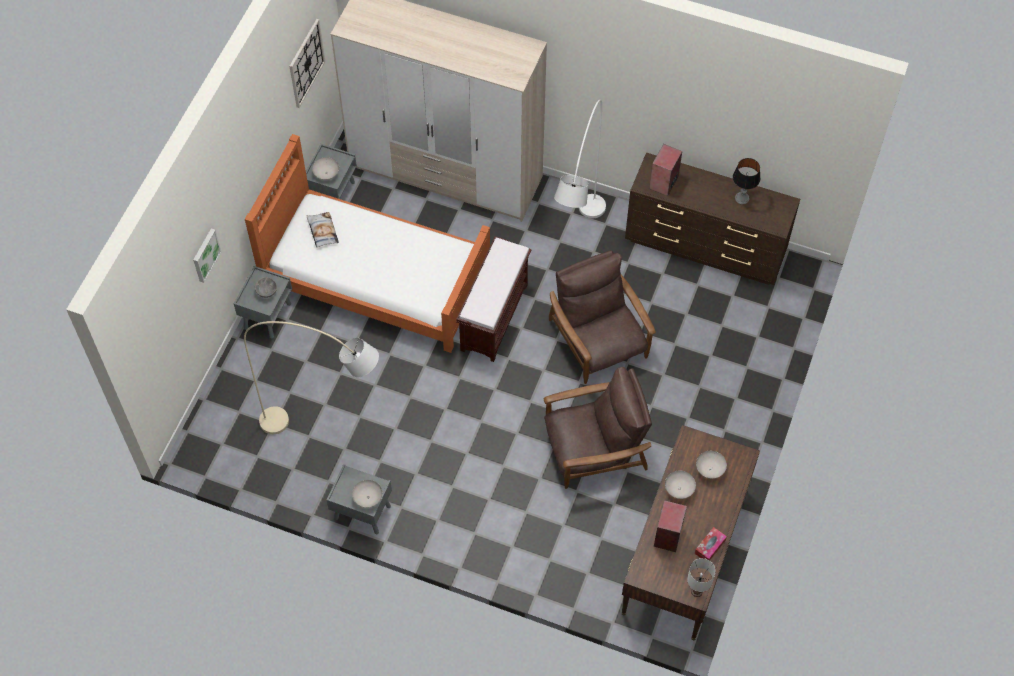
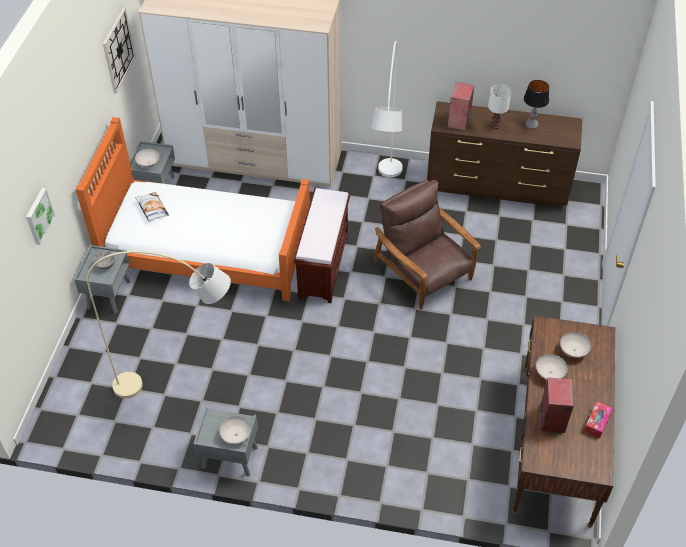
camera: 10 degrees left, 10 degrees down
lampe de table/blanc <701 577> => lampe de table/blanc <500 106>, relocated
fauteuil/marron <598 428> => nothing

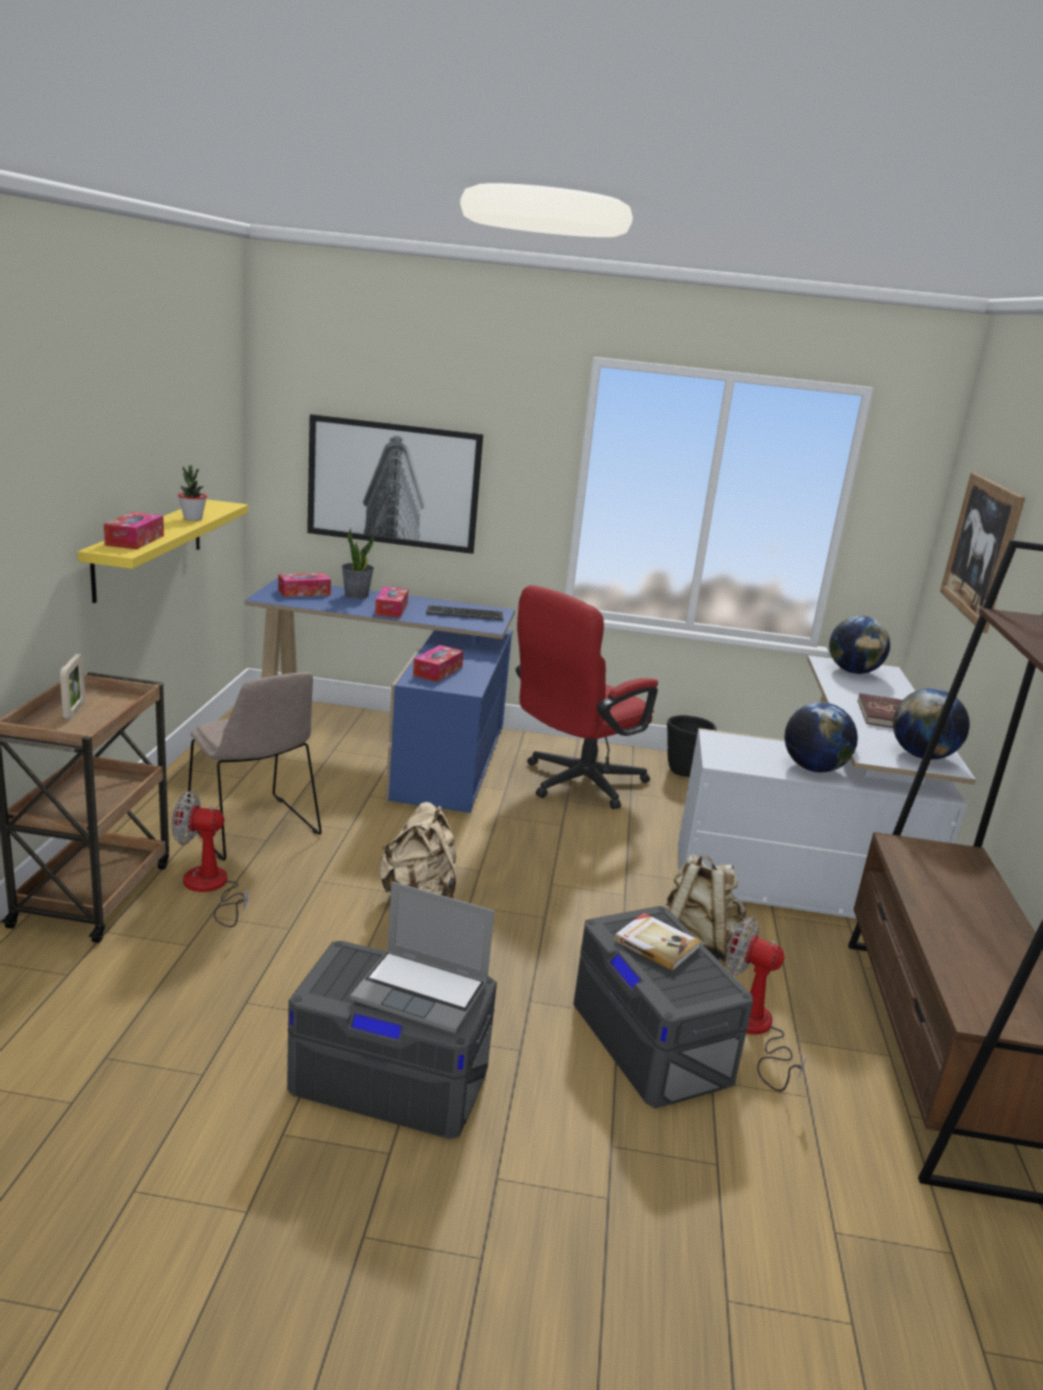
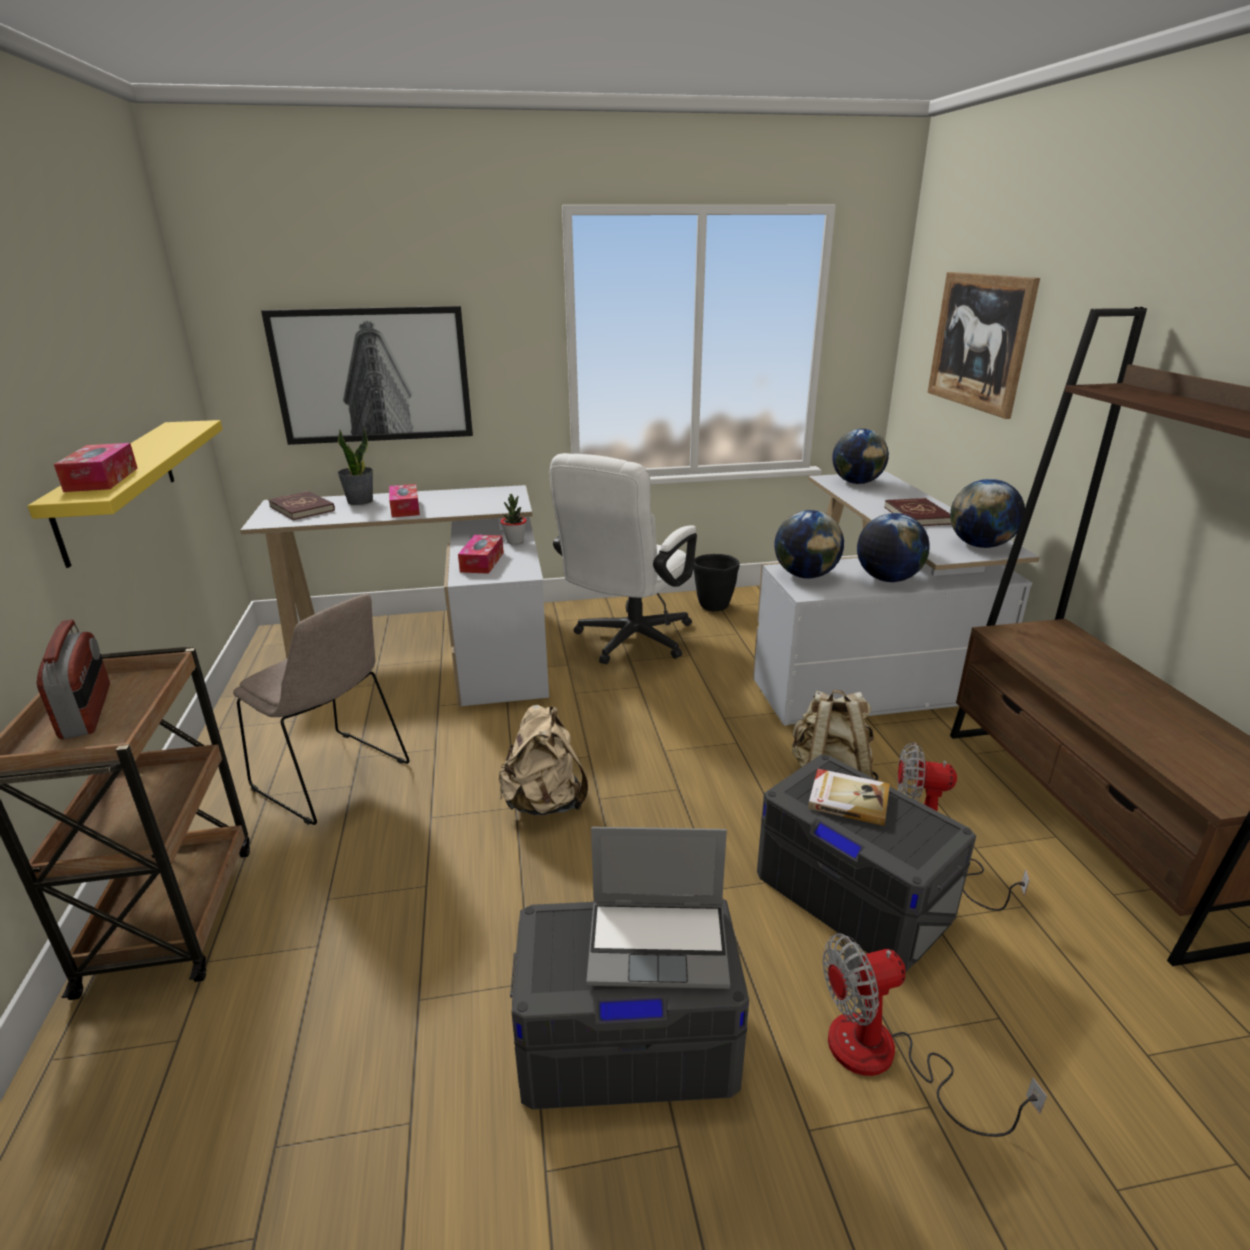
camera: 15 degrees left, 5 degrees up
cadre photo <72 687> => radio <73 679>
bureau/bleu <379 695> => bureau/blanc <394 596>
boîte à mouchoirs <304 585> => livre/rouge <301 505>
plante en pot <192 493> => plante en pot <514 519>, relocated
chaise de bureau/rouge <587 697> => chaise de bureau/blanc <623 558>
nothing => globe <809 544>
ventilateur <210 859> => ventilateur <935 1035>, relocated
clavier <464 613> => nothing

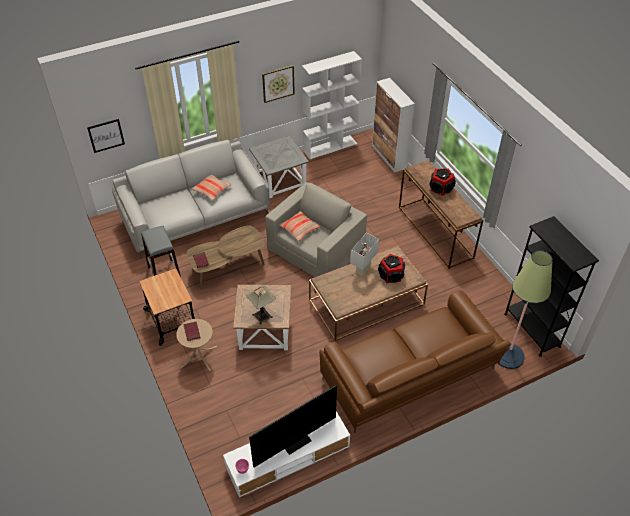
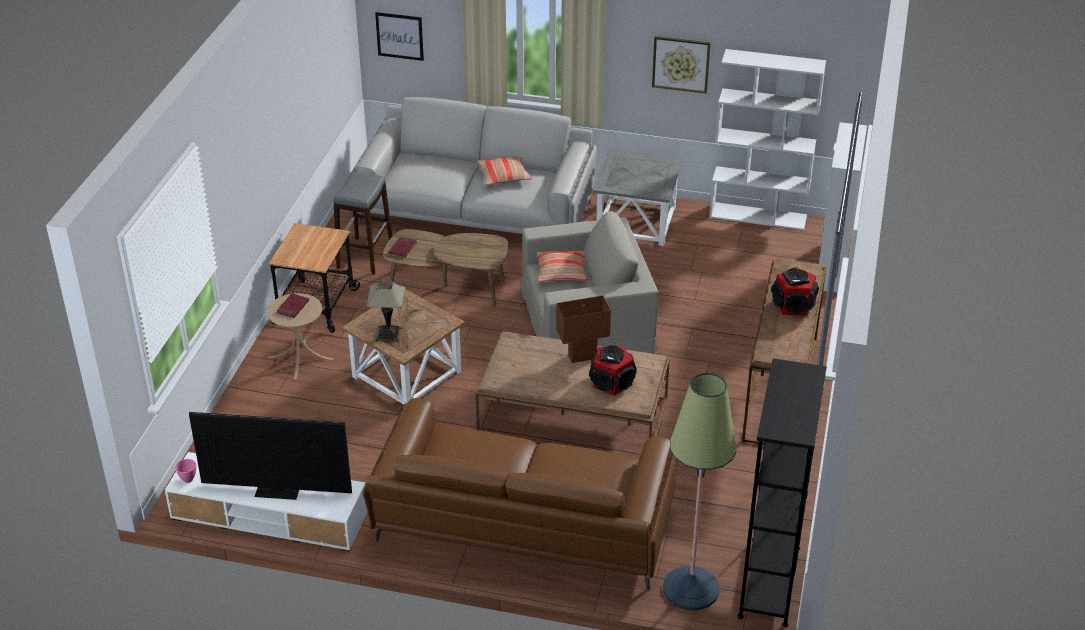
camera: 40 degrees right, 10 degrees down
lampe de table/blanc <364 254> => lampe de table/marron <583 329>

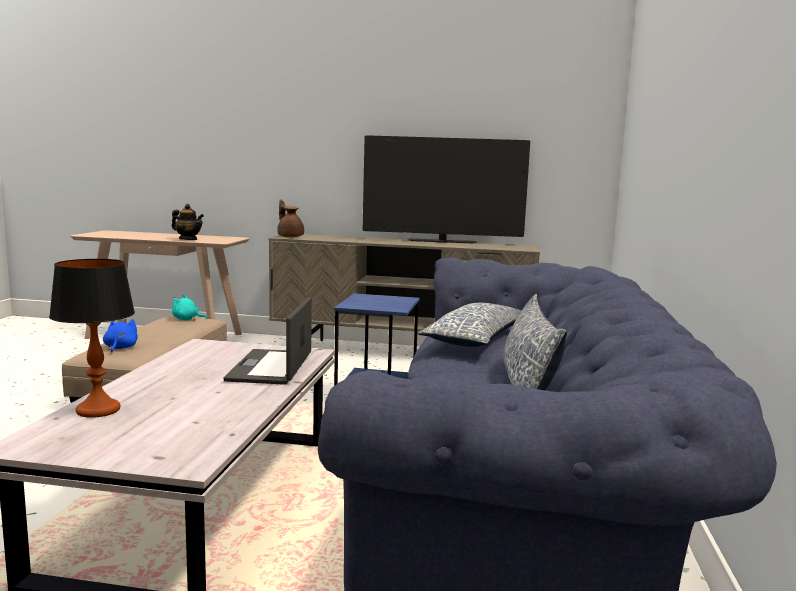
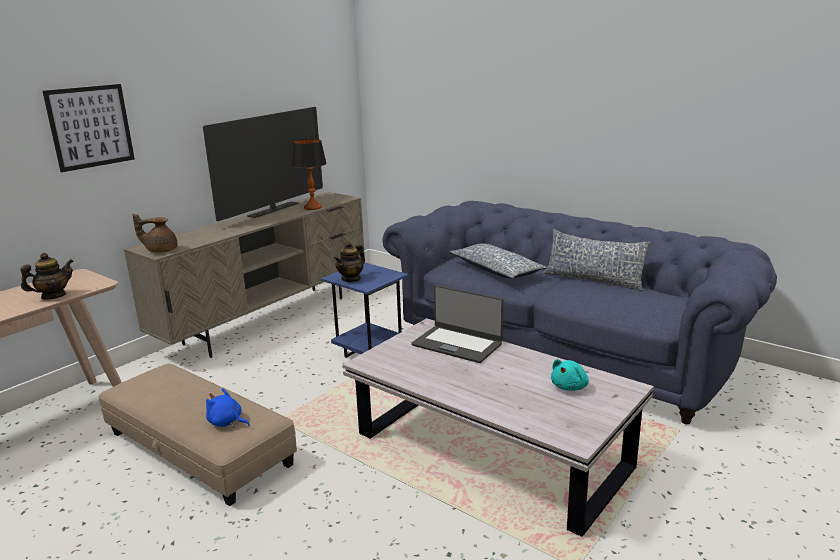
camera: 60 degrees left, 10 degrees up
nothing => tableau <88 128>
lampe de table <92 338> => lampe de table <309 174>, relocated
nothing => théière <349 262>
peluche/turquoise <189 307> => peluche/turquoise <570 375>, relocated

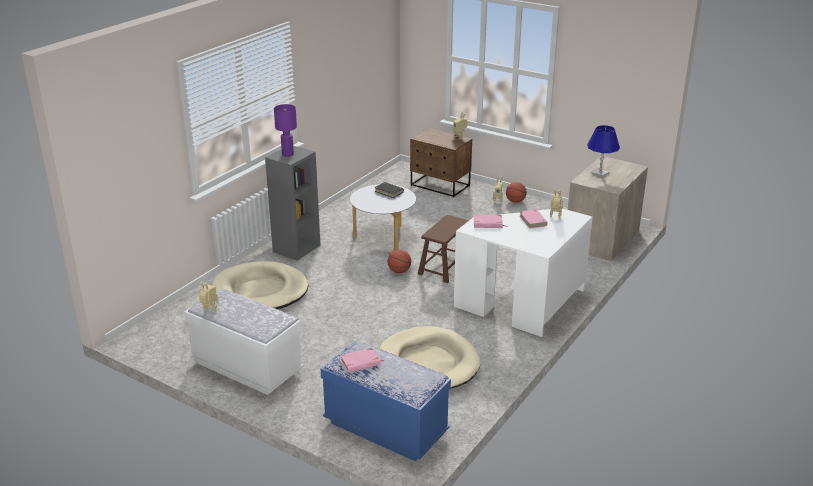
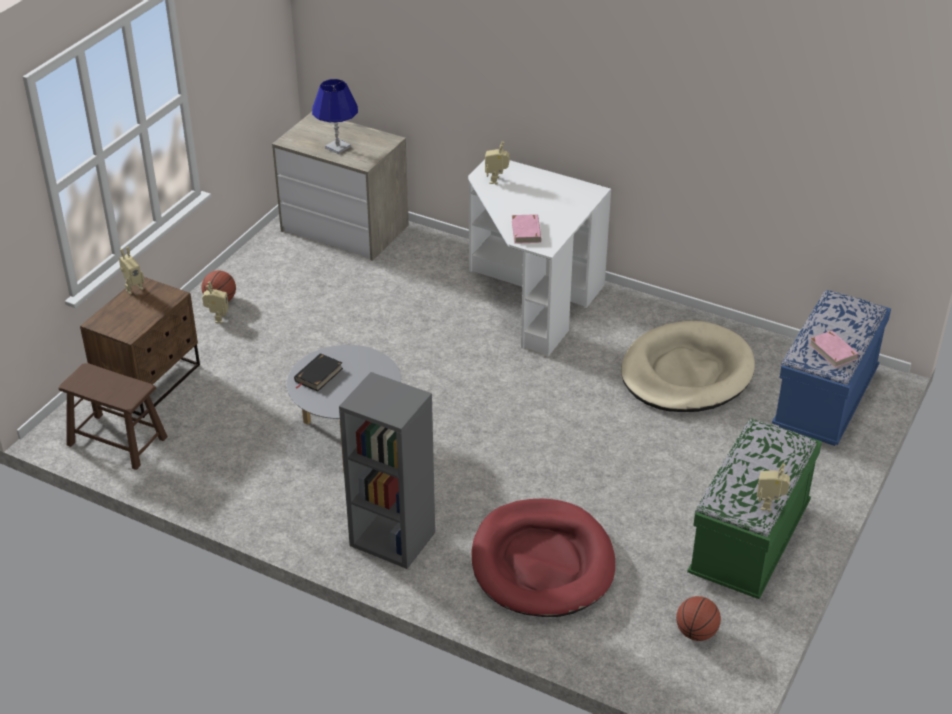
camera: 95 degrees left, 10 degrees up
tabouret/marron <443 249> => tabouret/marron <113 416>, relocated
panier pour chien/beige <260 285> => panier pour chien/rouge <543 558>
ballon de basket <399 261> => ballon de basket <698 618>, relocated
banc/blanc <244 342> => banc/vert <754 508>
lampe de table/violet <285 130> => nothing
livre/rose <533 219> => nothing

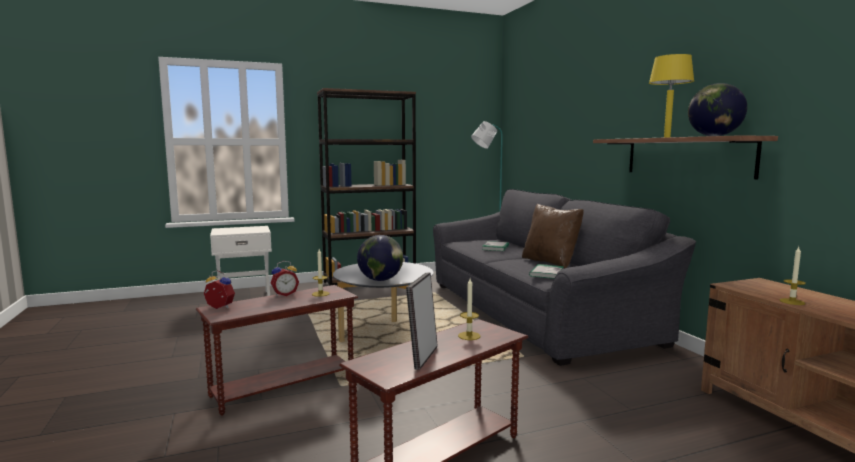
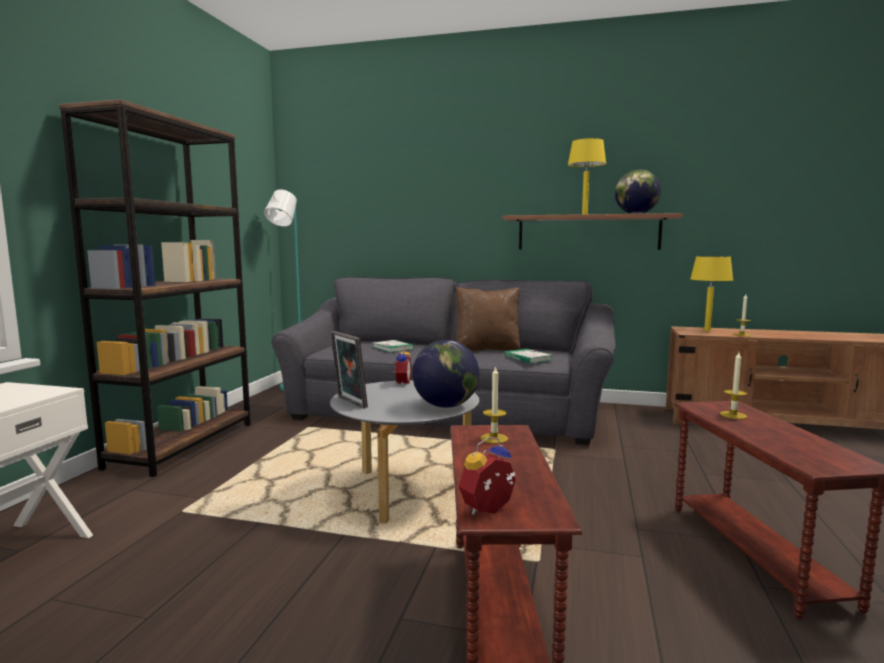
camera: 55 degrees left, 0 degrees up
cadre photo <422 321> => cadre photo <349 370>, relocated
réveil <285 278> => réveil <401 366>, relocated
nothing => lampe de table/jaune <711 293>

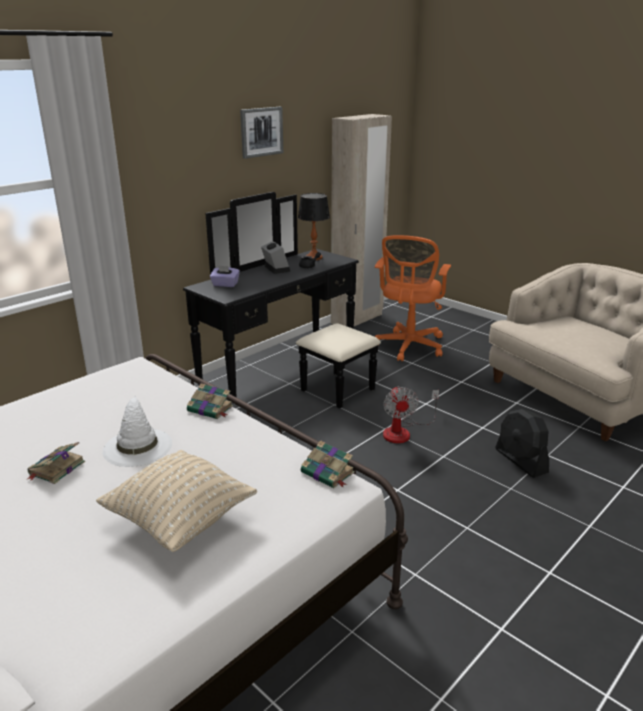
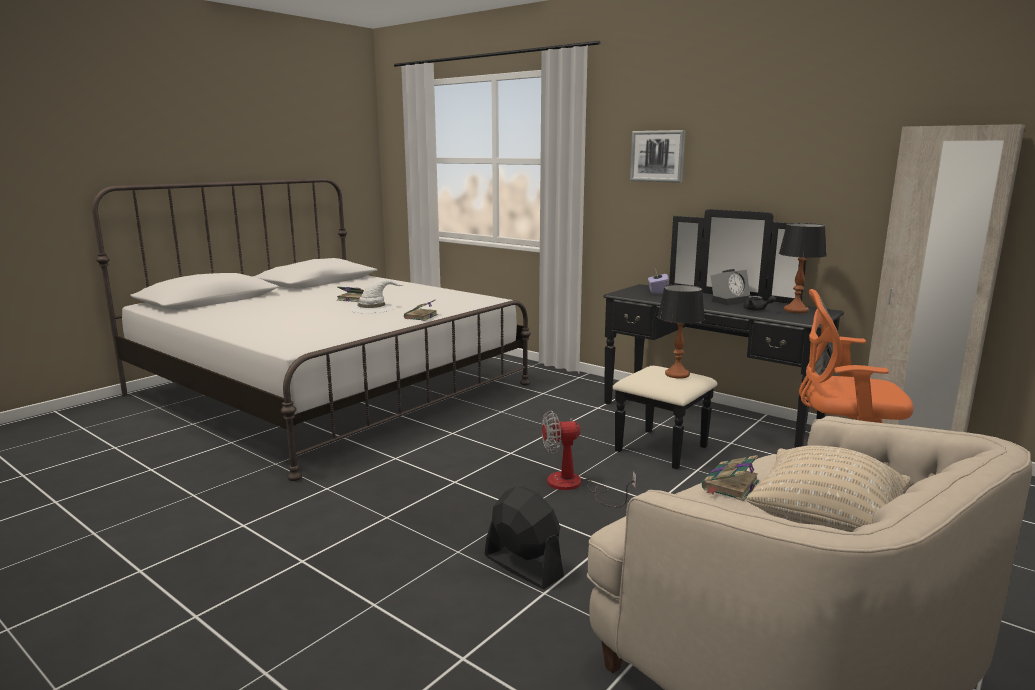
camera: 85 degrees right, 10 degrees down
ventilateur/noir <522 443> => ventilateur/noir <524 537>, 75 degrees clockwise
tableau <261 133> => tableau <657 156>, relocated
nothing => lampe de table <681 331>
livre <327 464> => livre <730 478>, relocated
coussin/beige <176 501> => coussin/beige <828 489>, relocated

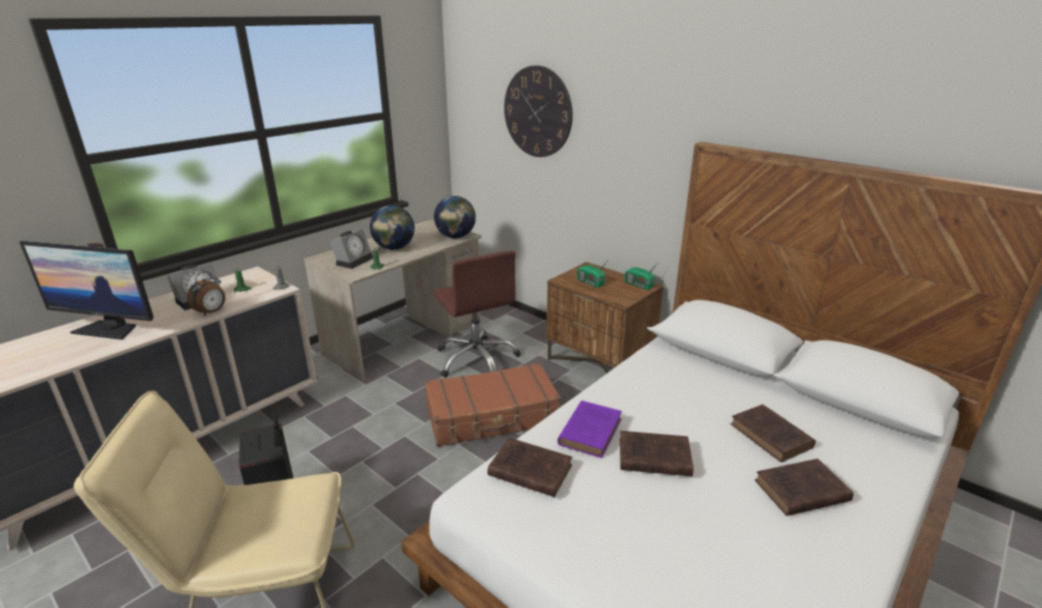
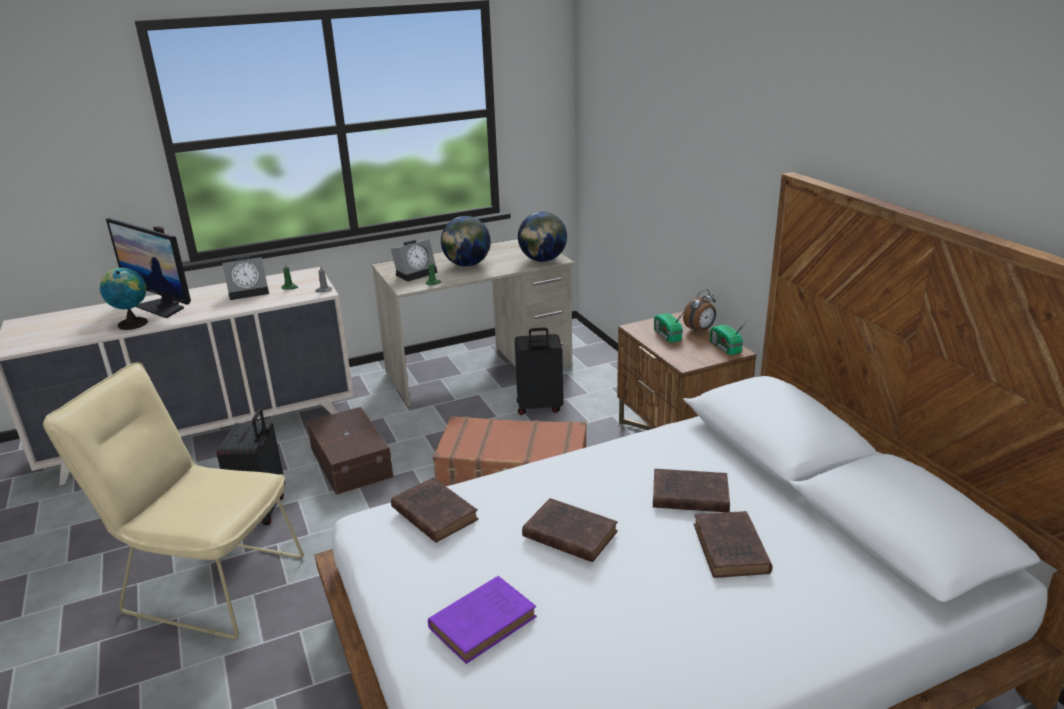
camera: 25 degrees right, 0 degrees up
nothing => globe <124 298>
nothing => boîte de rangement/marron <350 451>
livre/violet <589 429> => livre/violet <482 620>, relocated
chaise de bureau/marron <477 314> => valise/noir <539 371>
livre/marron <804 487> => livre/marron <691 490>, relocated
réveil <206 293> => réveil <699 311>, relocated
horloge murale <538 111> => nothing

